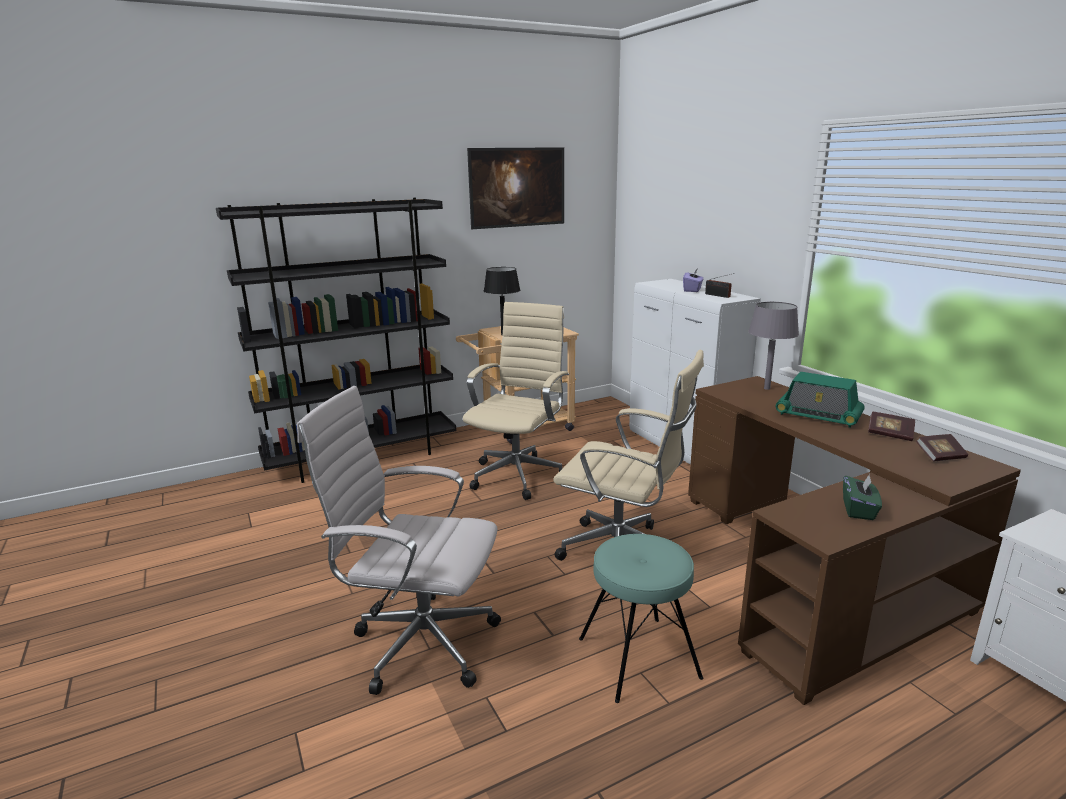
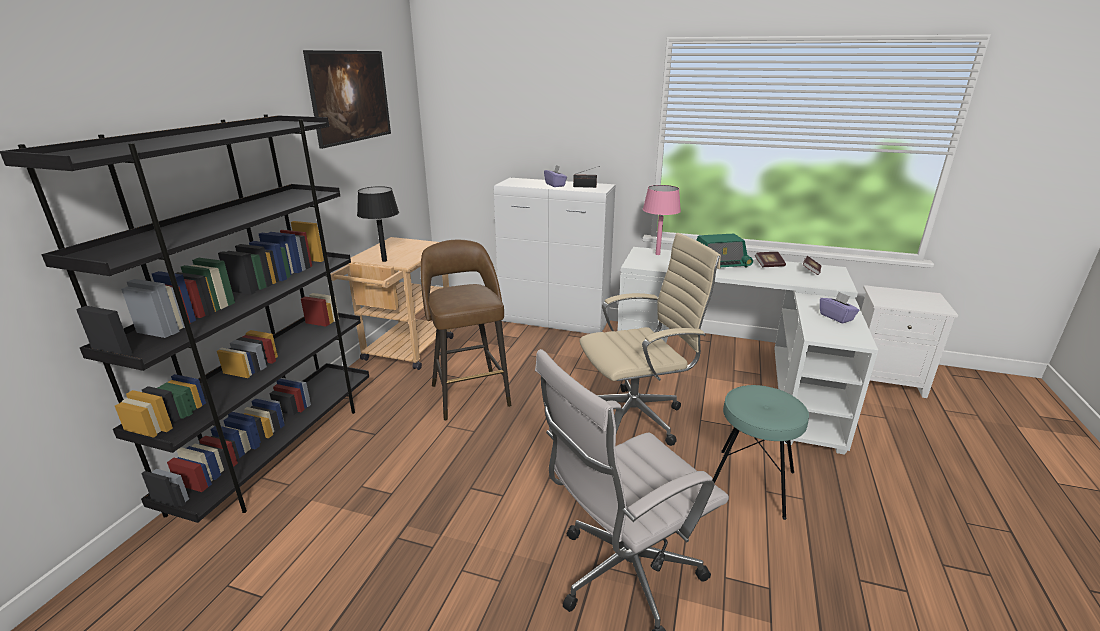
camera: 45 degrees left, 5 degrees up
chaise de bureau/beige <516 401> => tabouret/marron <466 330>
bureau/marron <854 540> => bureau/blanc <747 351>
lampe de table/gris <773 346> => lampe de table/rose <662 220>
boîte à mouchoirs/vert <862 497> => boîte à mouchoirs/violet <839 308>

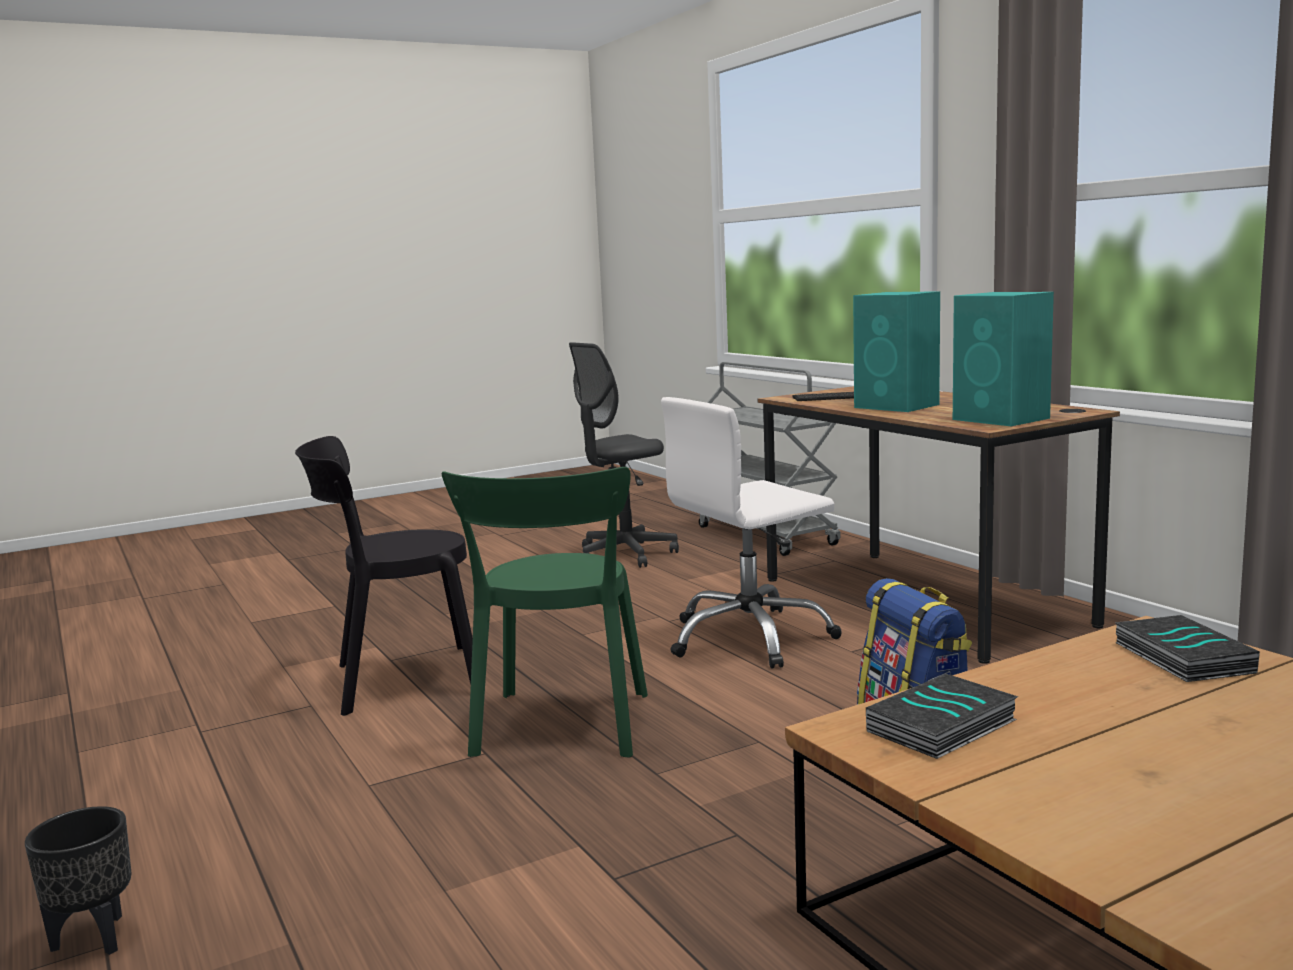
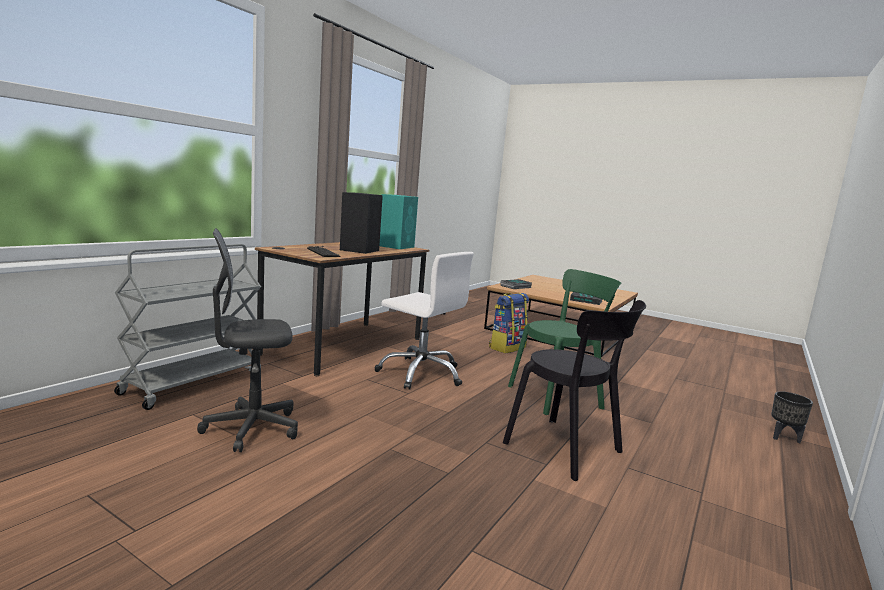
camera: 120 degrees left, 0 degrees up
chaise de bureau/gris <624 455> => chaise de bureau/gris <247 340>, 135 degrees clockwise
enceinte/turquoise <896 351> => enceinte/noir <361 223>

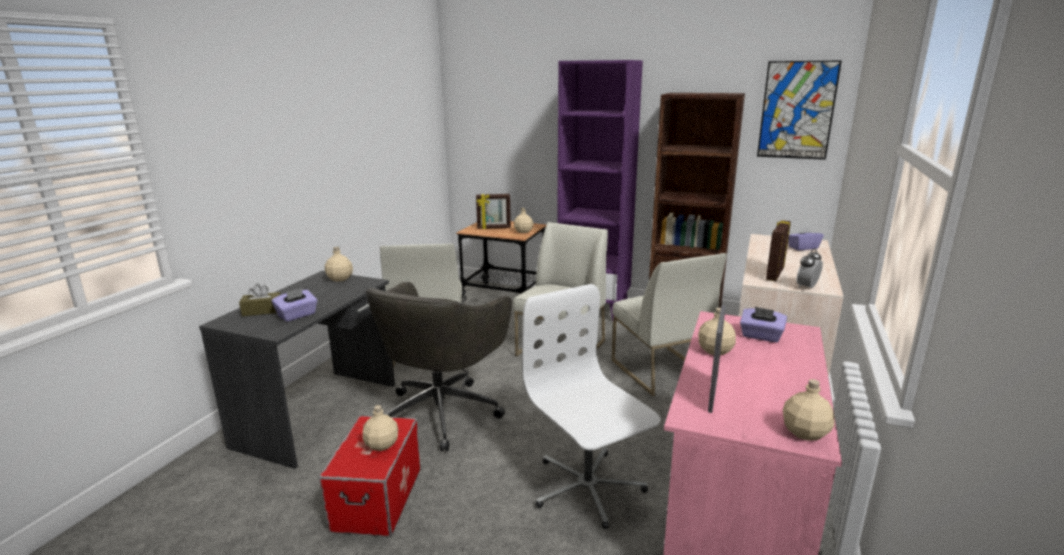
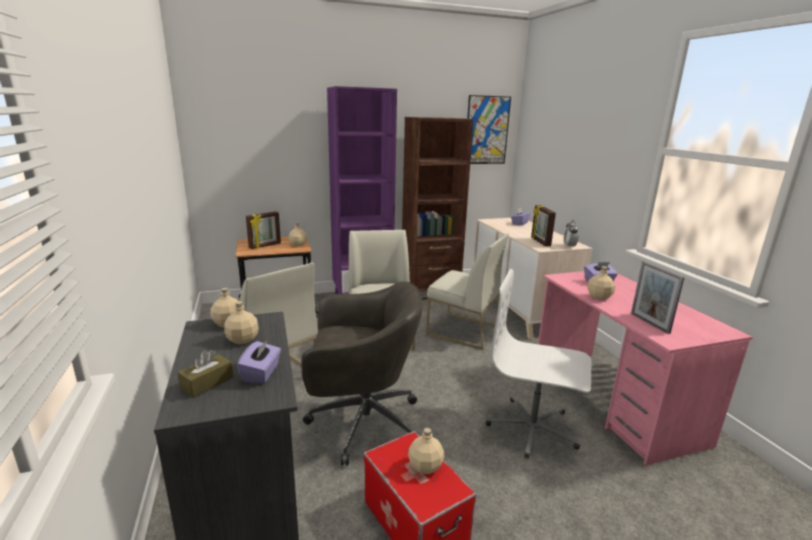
camera: 40 degrees left, 0 degrees up
bouteille/beige <809 410> => bouteille/beige <242 322>, relocated
chaise de bureau/gris <438 366> => chaise de bureau/gris <362 373>, 75 degrees counterclockwise

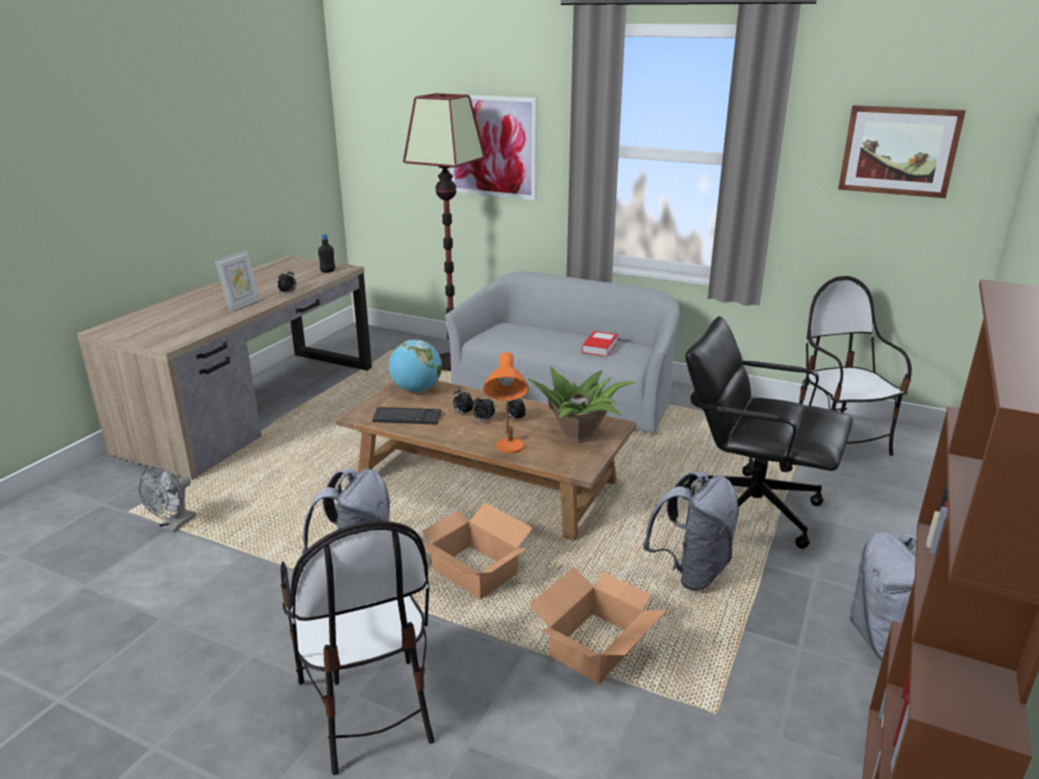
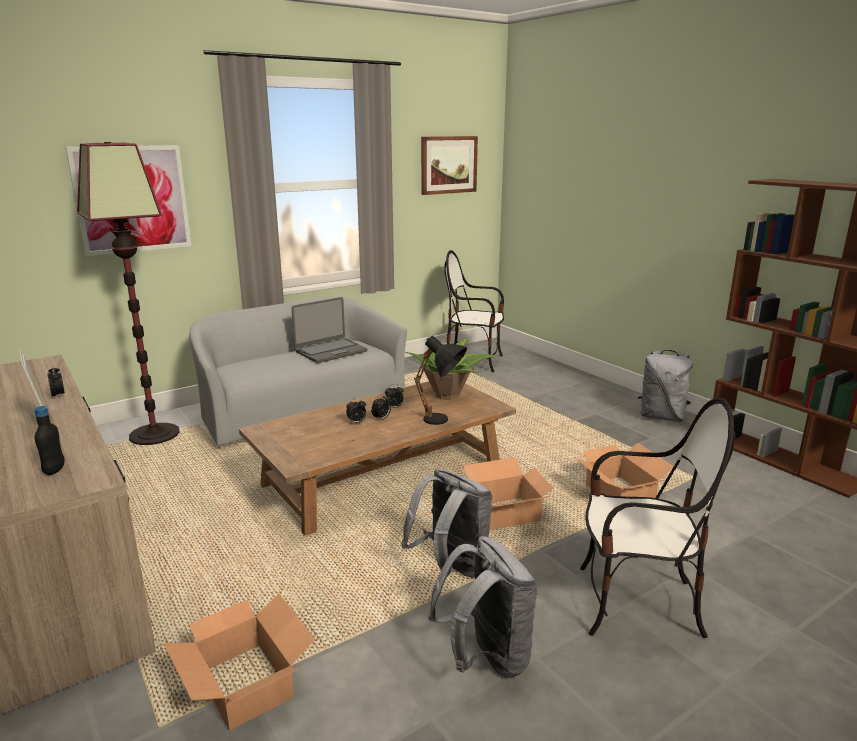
camera: 60 degrees left, 5 degrees down
bouteille/noir <326 253> => bouteille/noir <49 440>, relocated
ventilateur/gris <167 499> => carton <239 662>
livre <600 344> => ordinateur portable <329 330>
lampe de table/orange <506 402> => lampe de table/noir <440 380>
sac à dos/gris <691 530> => sac à dos/gris <483 607>, relocated
clavier <406 416> => nothing
globe <415 365> => nothing
chaise de bureau/noir <768 432> => nothing

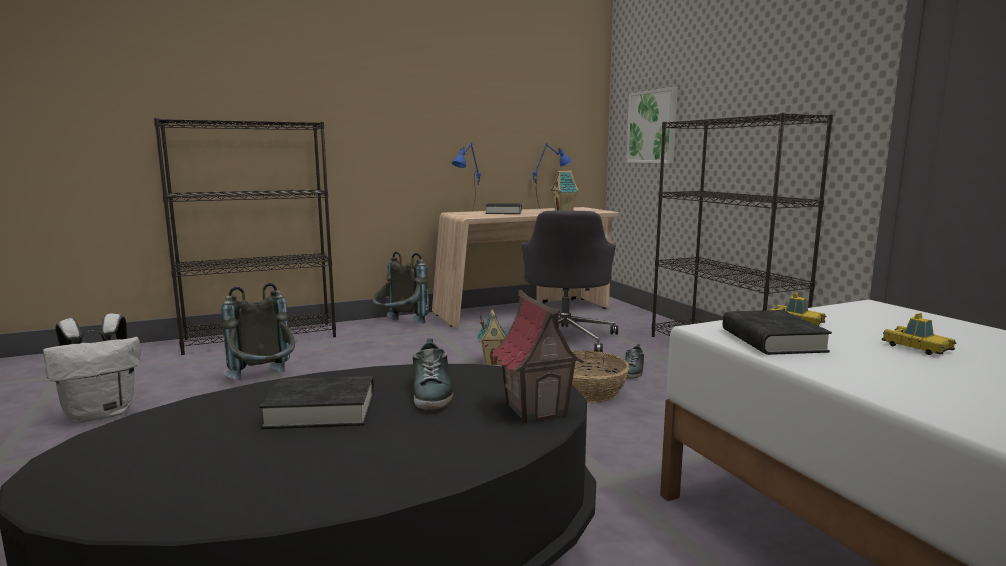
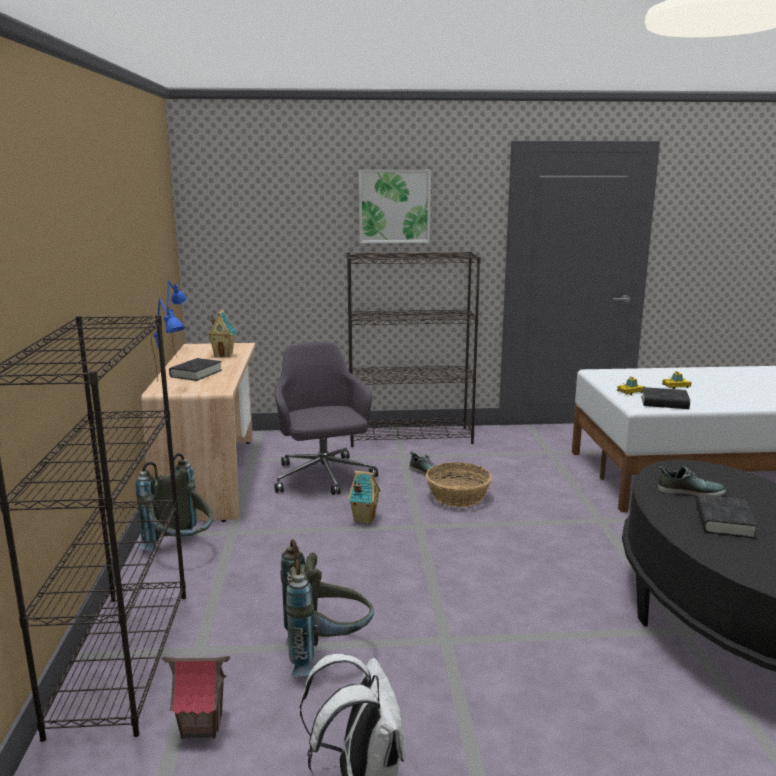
camera: 70 degrees left, 5 degrees up
maison miniature <538 356> => maison miniature <196 697>, relocated
chaise de bureau/gris <569 281> => chaise de bureau/gris <326 418>, 135 degrees counterclockwise
tableau <652 125> => tableau <395 206>, relocated

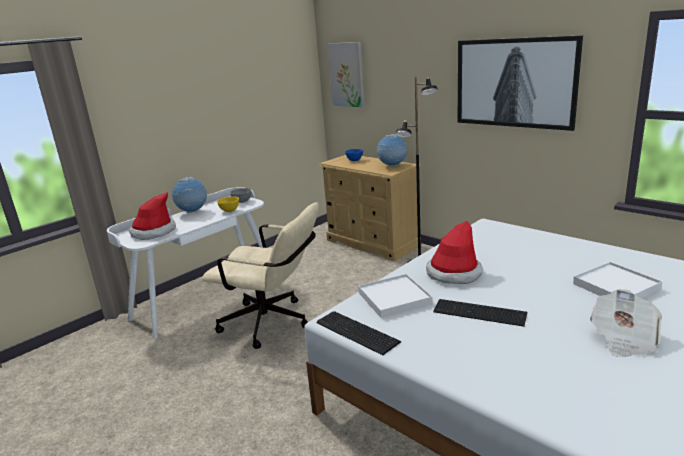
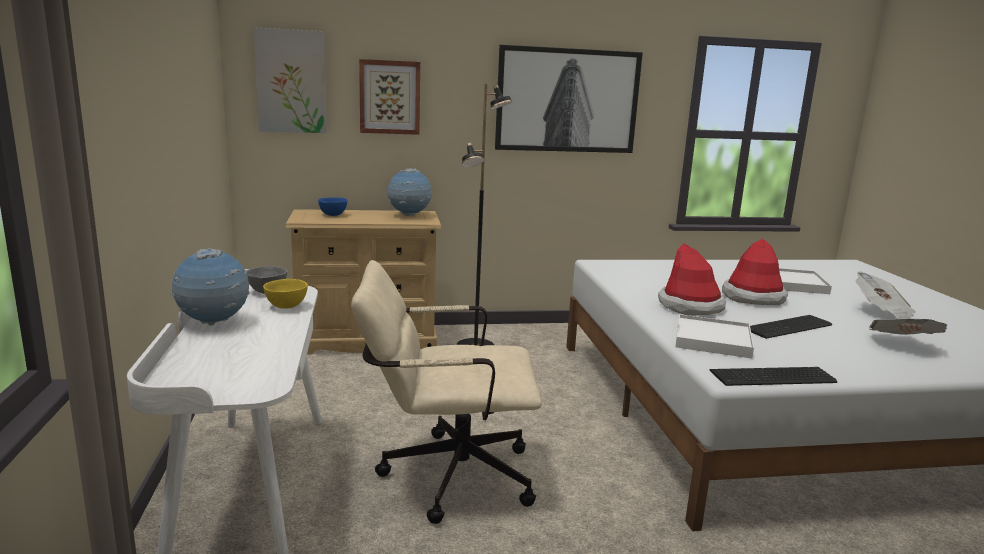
camera: 55 degrees left, 5 degrees down
chaise de bureau/beige <260 275> => chaise de bureau/beige <446 392>, 150 degrees counterclockwise
nothing => tableau <389 97>
chapeau <152 216> => chapeau <755 272>, relocated
nothing => journal <908 327>

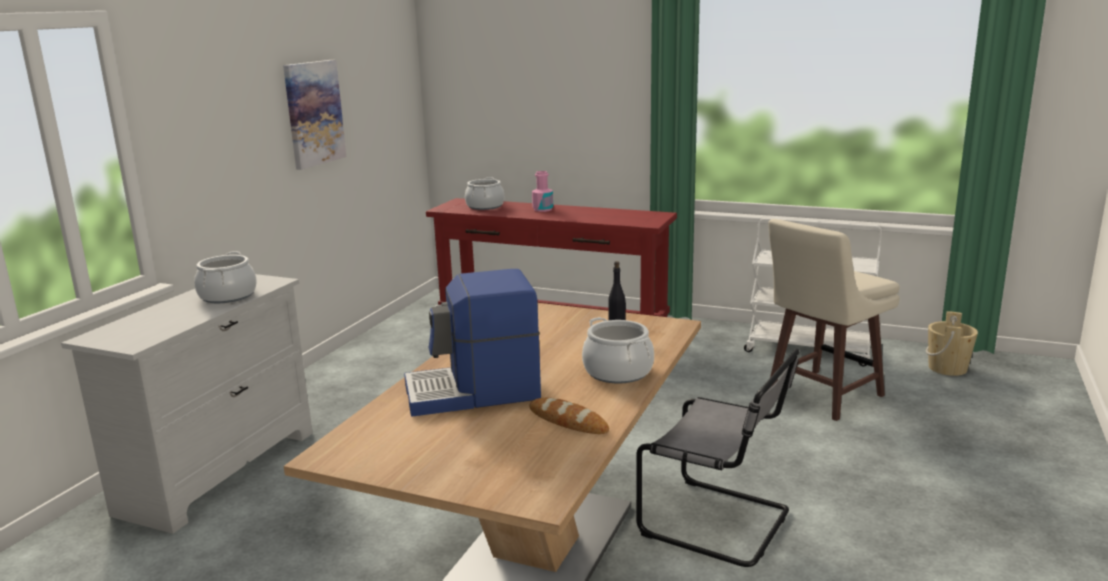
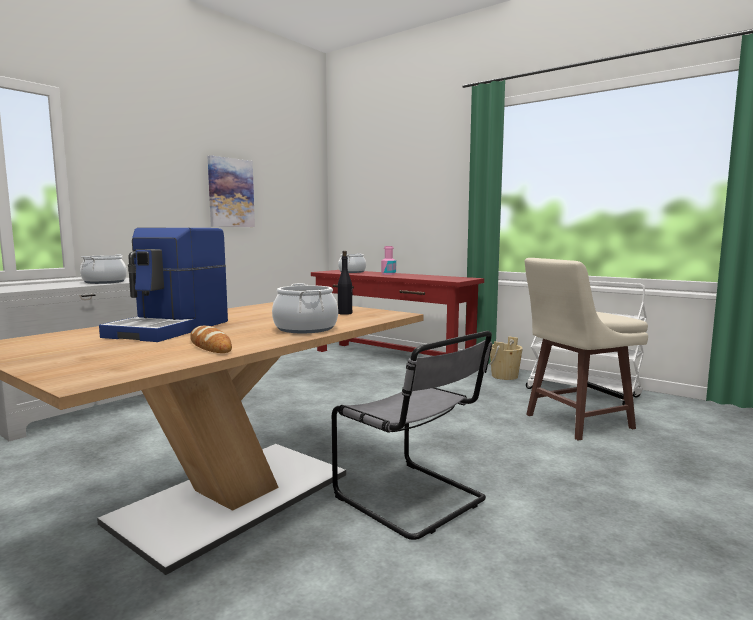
camera: 15 degrees right, 10 degrees down
machine à café <472 343> => machine à café <163 285>, 75 degrees counterclockwise
seau/beige <952 343> => seau/beige <506 358>, relocated

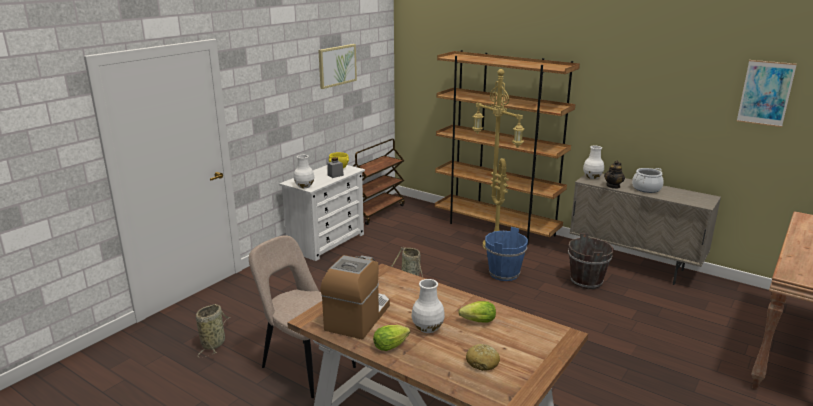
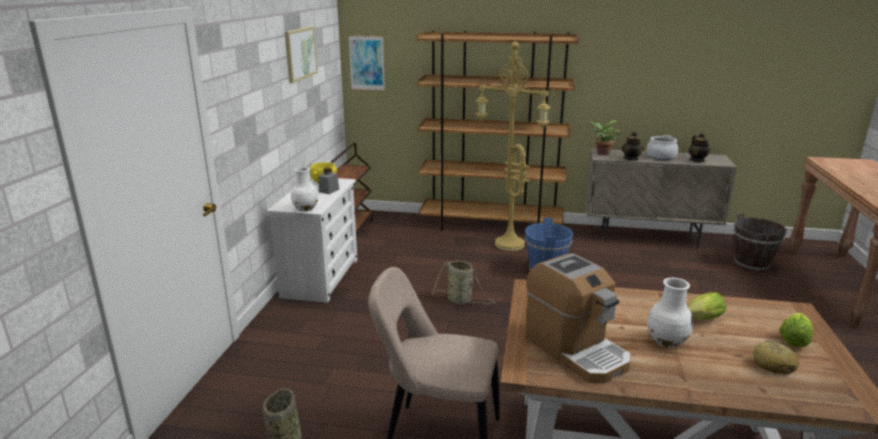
camera: 25 degrees left, 0 degrees up
tableau <767 93> => tableau <366 63>, relocated
machine à café <355 297> => machine à café <578 318>, 150 degrees clockwise
vase/blanc <593 162> => plante en pot <605 137>
nothing => théière <699 147>
seau/marron <590 261> => seau/marron <760 242>, relocated
laitue <391 338> => laitue <796 330>, relocated

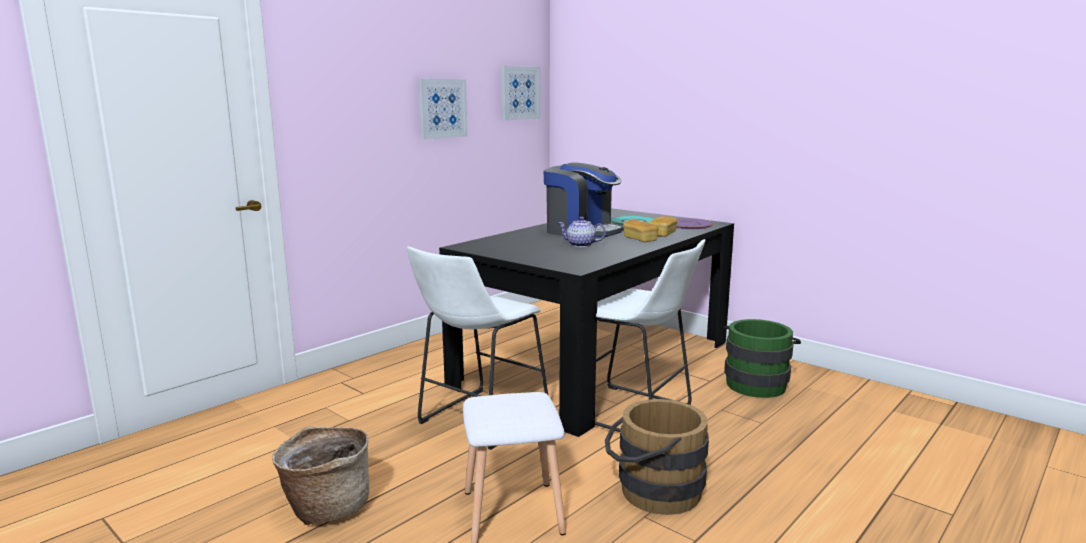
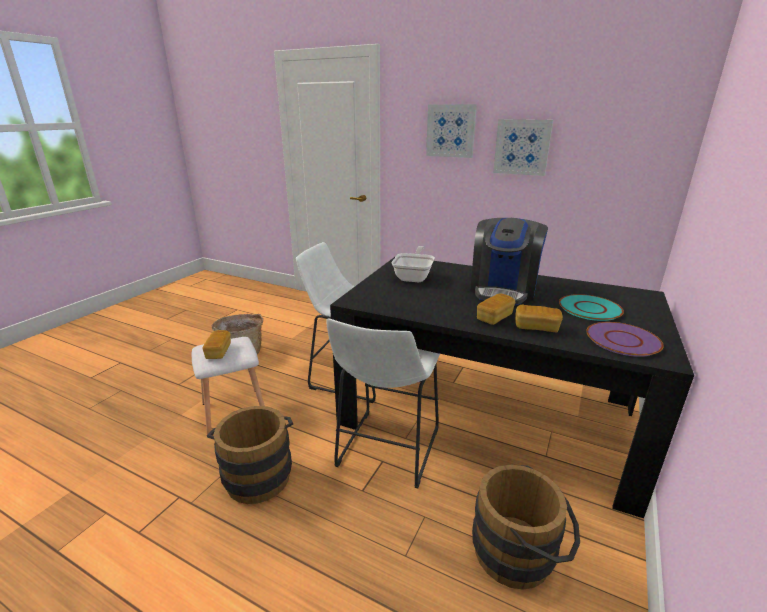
camera: 75 degrees right, 10 degrees up
nothing => pain <216 344>
nothing => poêle <413 264>
tableau <521 93> => tableau <451 131>, relocated
seau/vert <762 358> => seau/marron <526 527>
théière <582 232> => nothing

